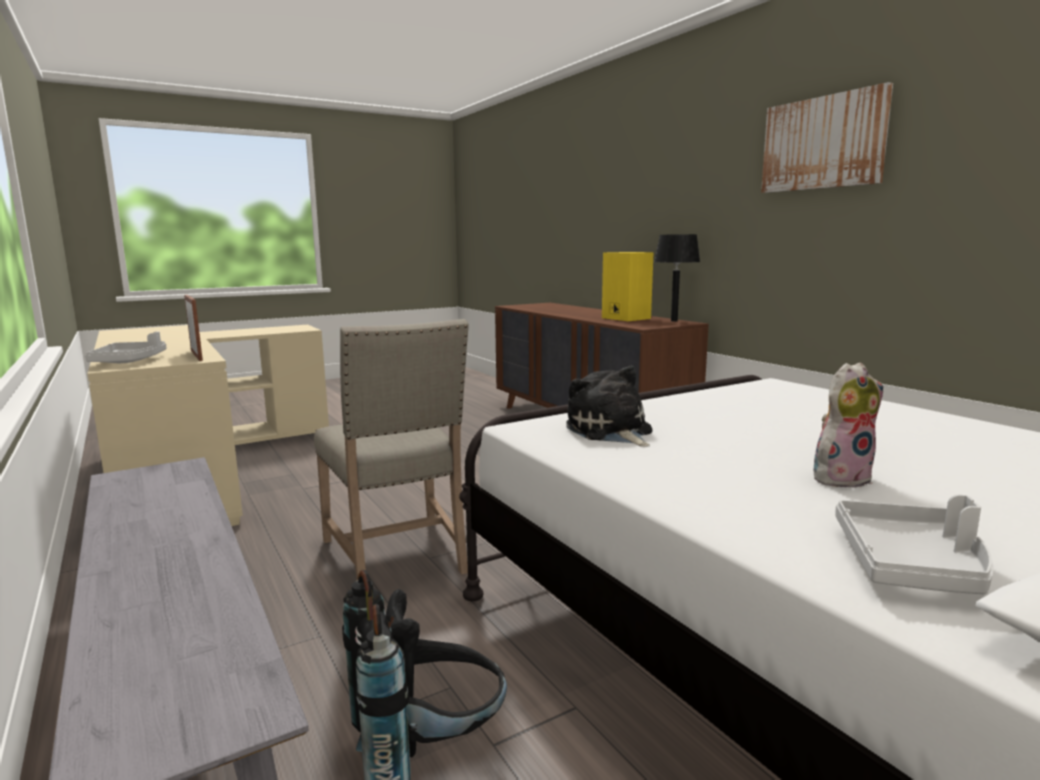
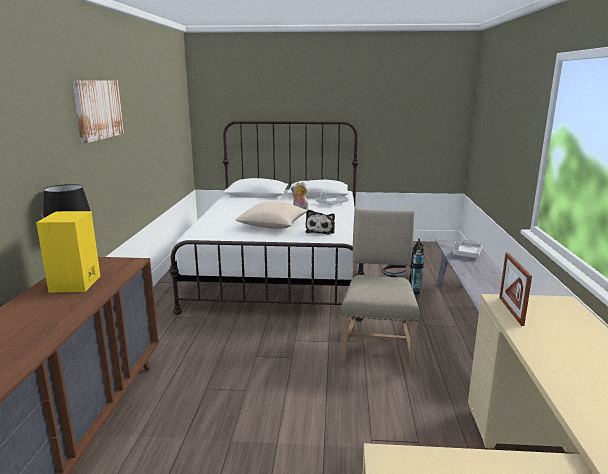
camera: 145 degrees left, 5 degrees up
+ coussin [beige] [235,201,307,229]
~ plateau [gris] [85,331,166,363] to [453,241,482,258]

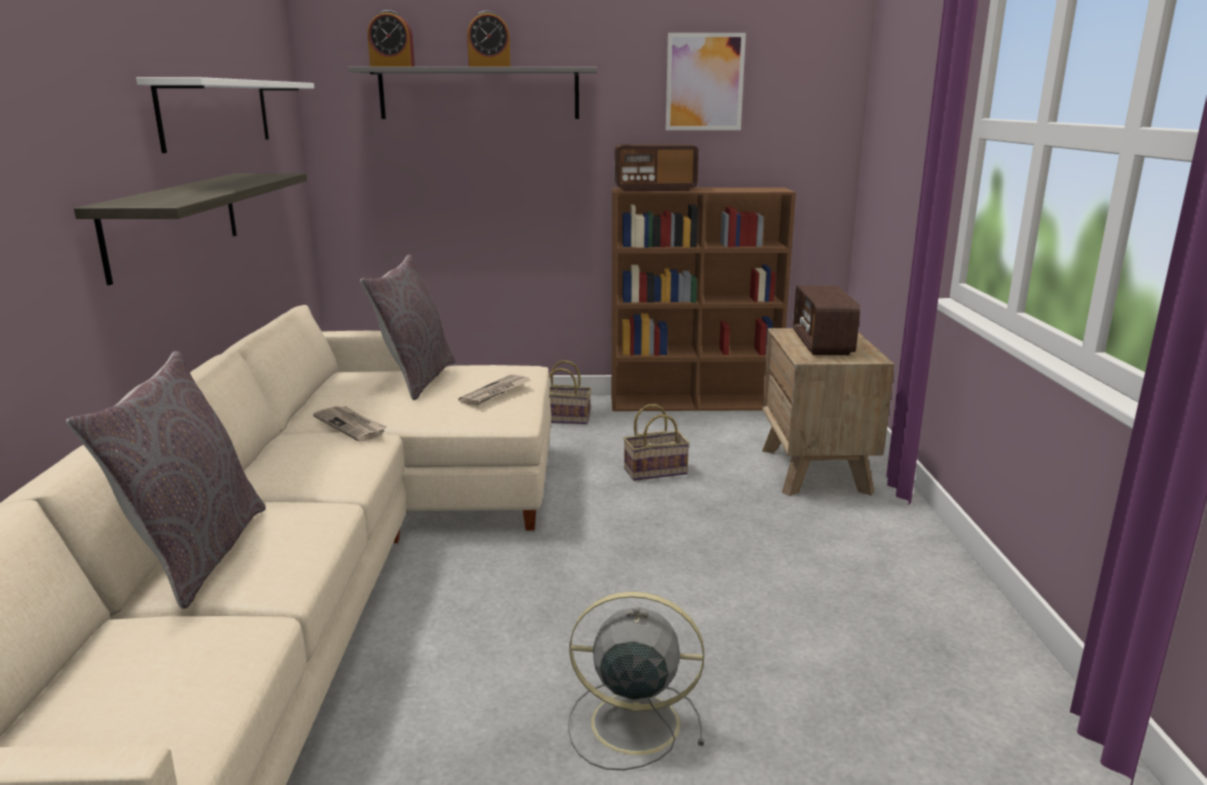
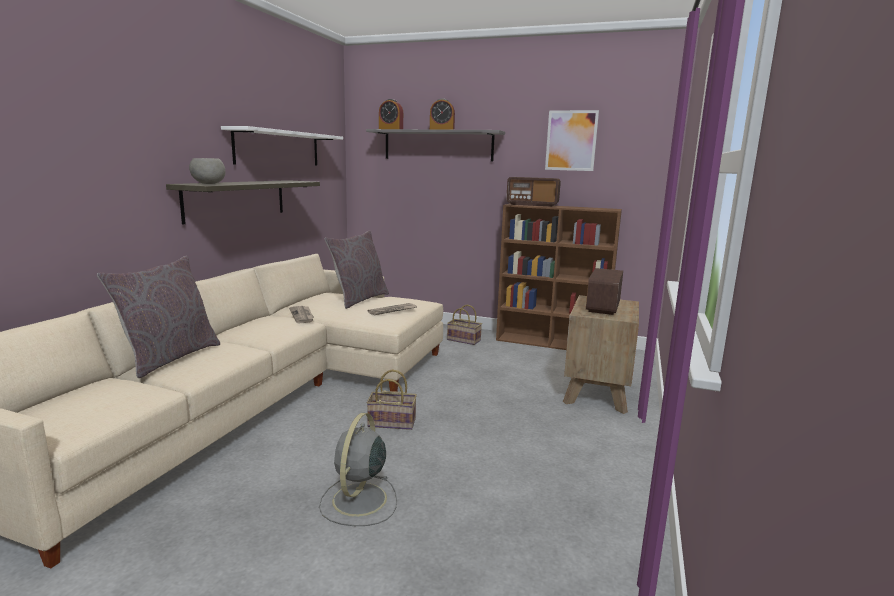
camera: 20 degrees right, 5 degrees down
+ bol [gris] [189,158,226,184]
~ panier [623,404,690,481] to [366,369,417,430]
~ ventilateur [gris] [568,591,704,770] = [319,413,397,526] 105 degrees counterclockwise

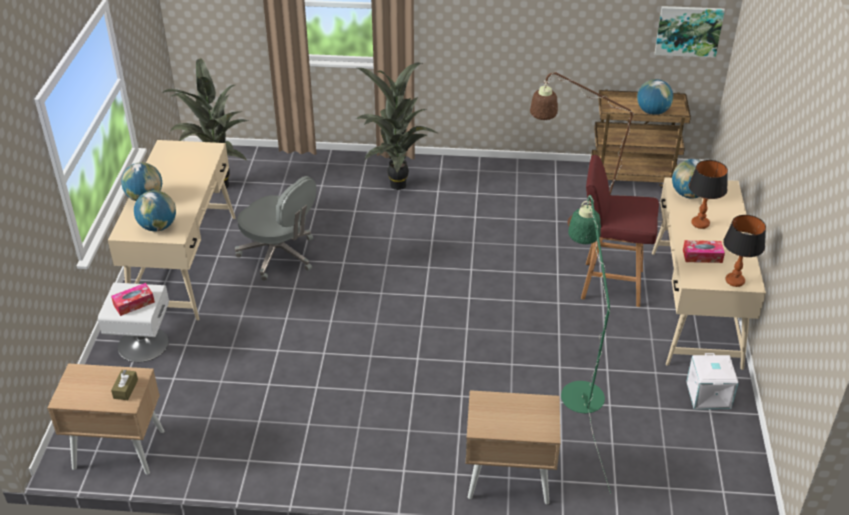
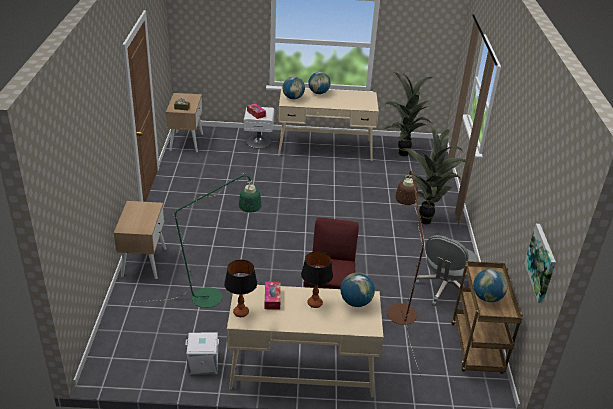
camera: 85 degrees right, 5 degrees down
~ chaise de bureau [gris] [235,176,316,281] to [415,235,479,306]

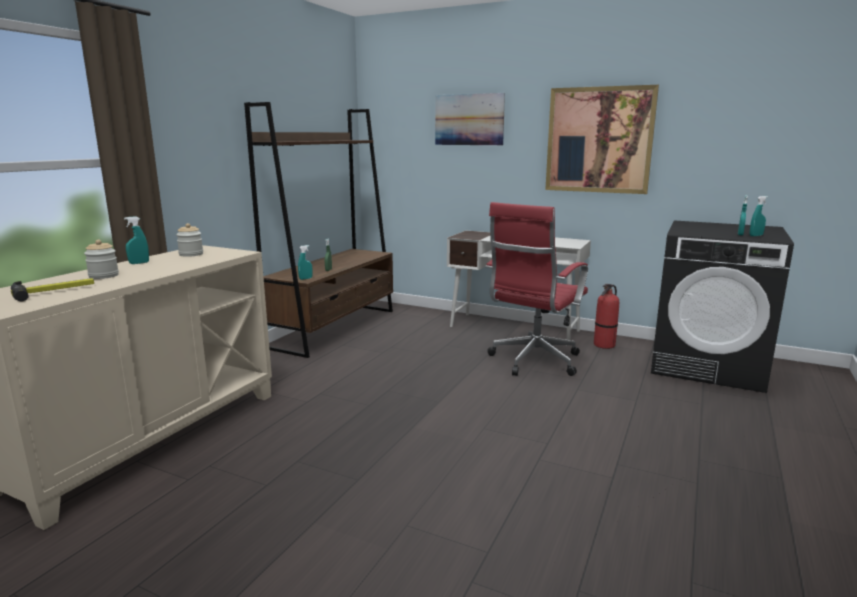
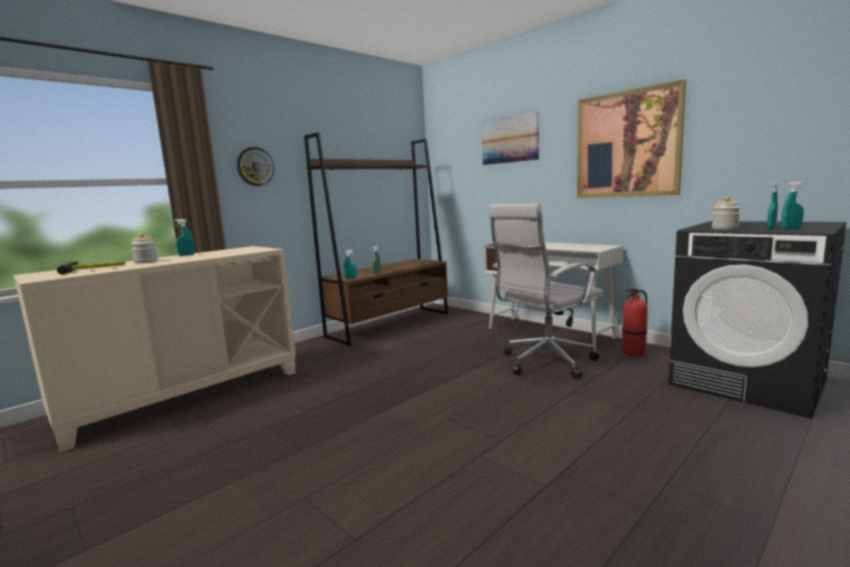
camera: 20 degrees right, 5 degrees down
+ horloge murale [236,147,274,186]
~ bocal [176,223,203,257] to [712,197,740,229]
~ chaise de bureau [rouge] [485,202,588,376] to chaise de bureau [blanc] [488,203,603,379]

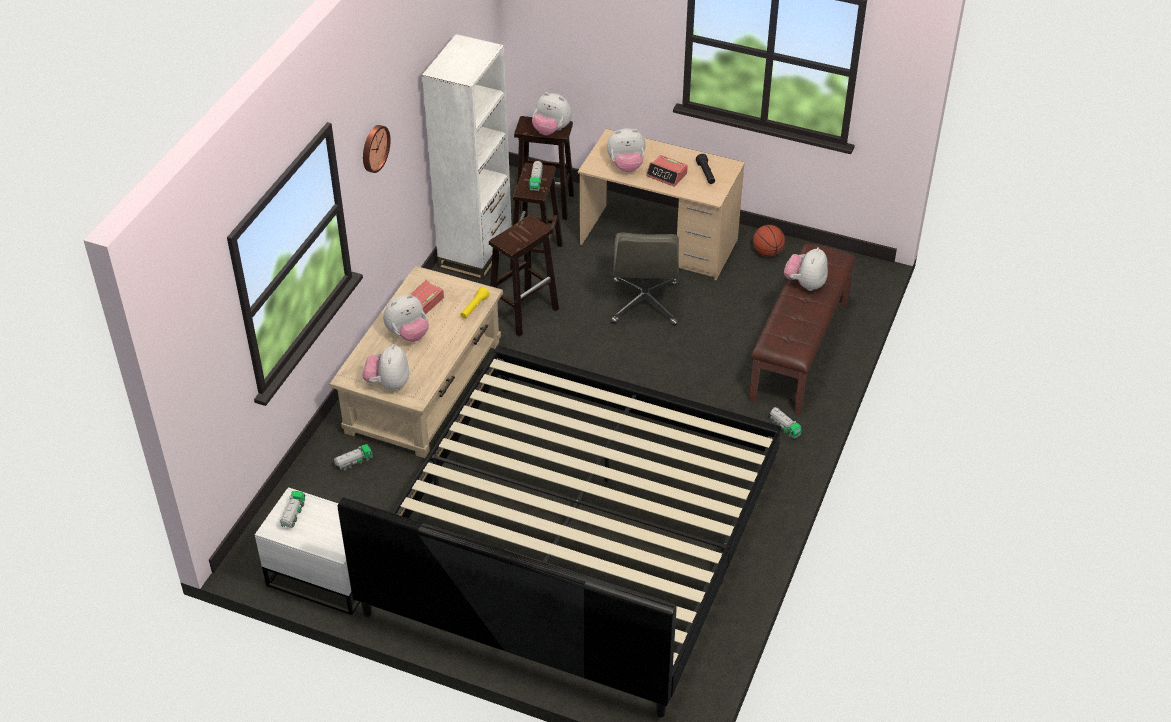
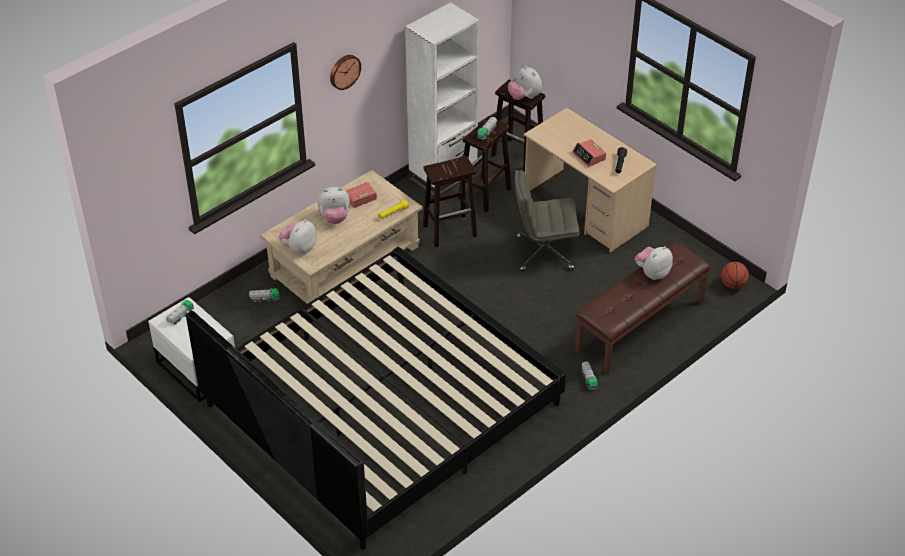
camera: 25 degrees right, 0 degrees up
- peluche [607,128,645,172]
~ ballon de basket [753,225,785,257] to [721,262,749,289]
~ chaise de bureau [gris] [611,233,679,326] = [515,170,580,272] 60 degrees clockwise

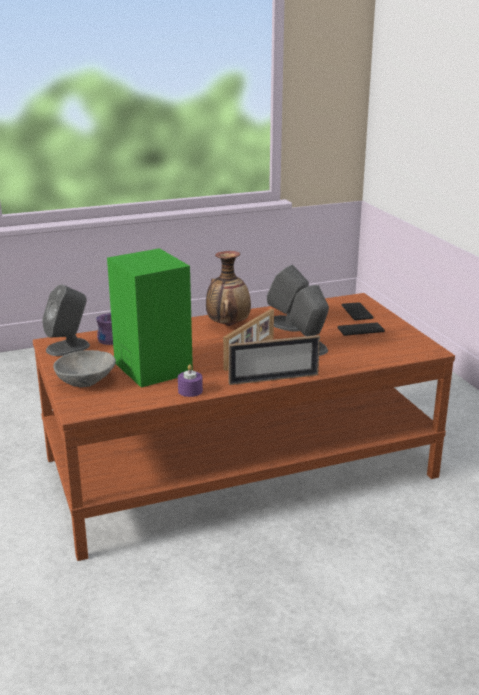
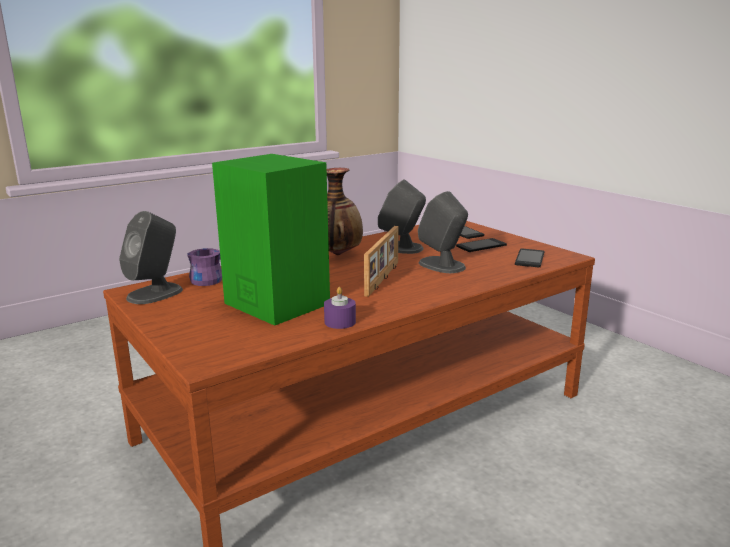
camera: 15 degrees left, 5 degrees down
- bol [gris] [53,350,116,387]
- cadre photo [228,335,320,385]
+ téléphone [515,249,544,267]

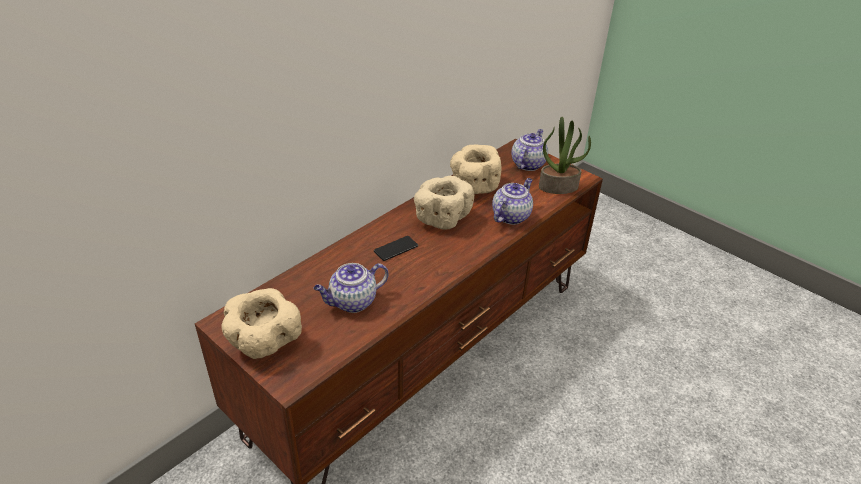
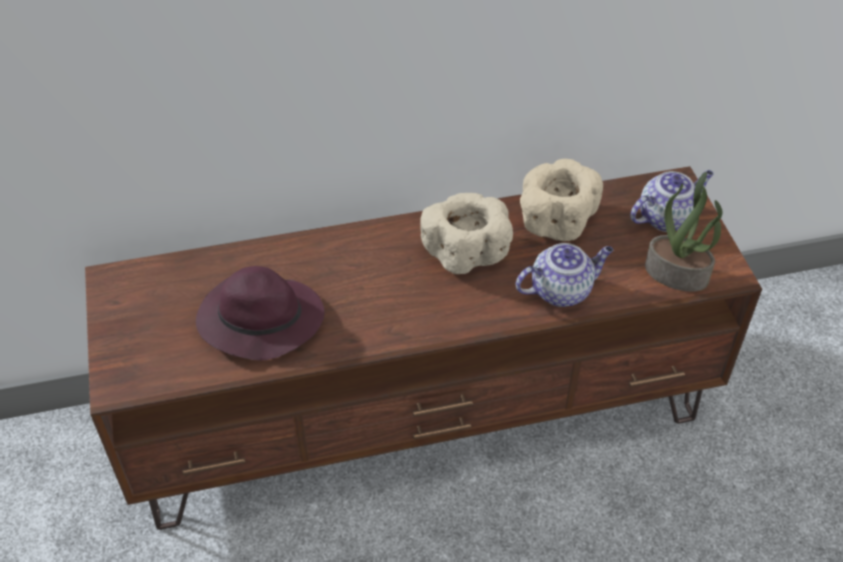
camera: 35 degrees right, 10 degrees up
- bol [beige] [221,288,302,359]
- téléphone [374,236,418,261]
~ théière [314,263,389,313] to chapeau [violet] [196,266,324,360]

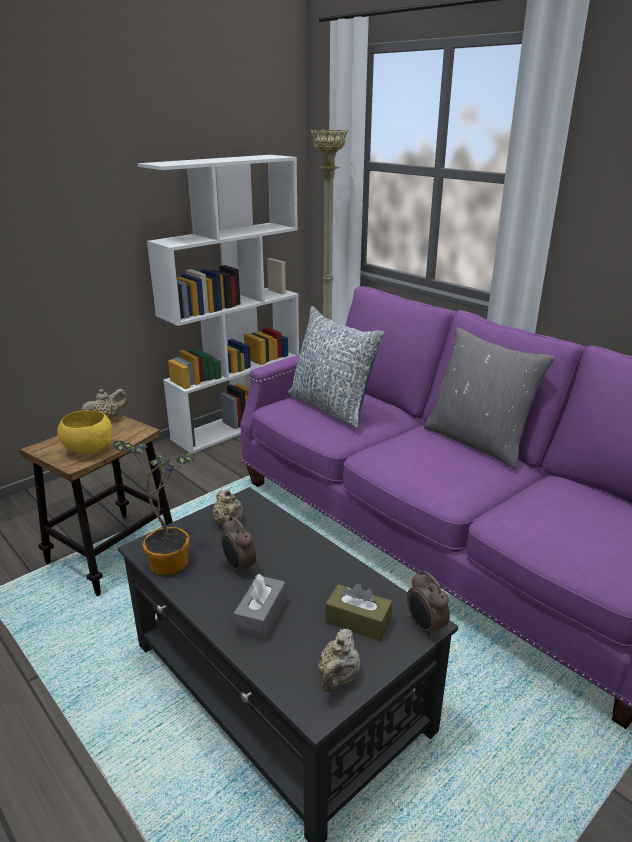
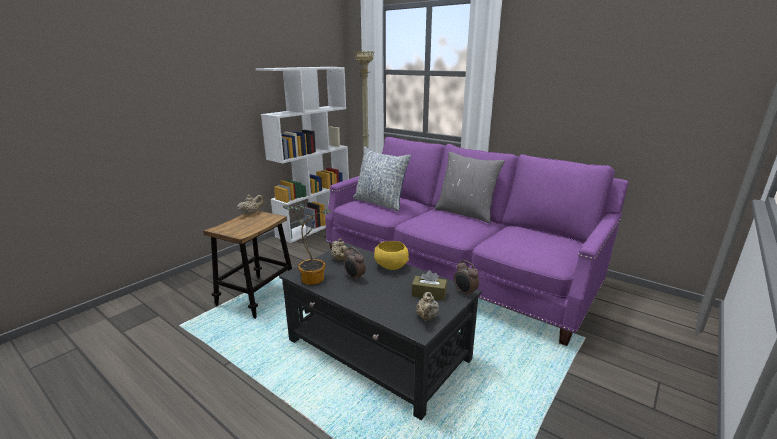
camera: 10 degrees left, 5 degrees down
- boîte à mouchoirs [gris] [234,574,286,640]
~ bol [jaune] [57,410,113,454] to [374,241,409,270]

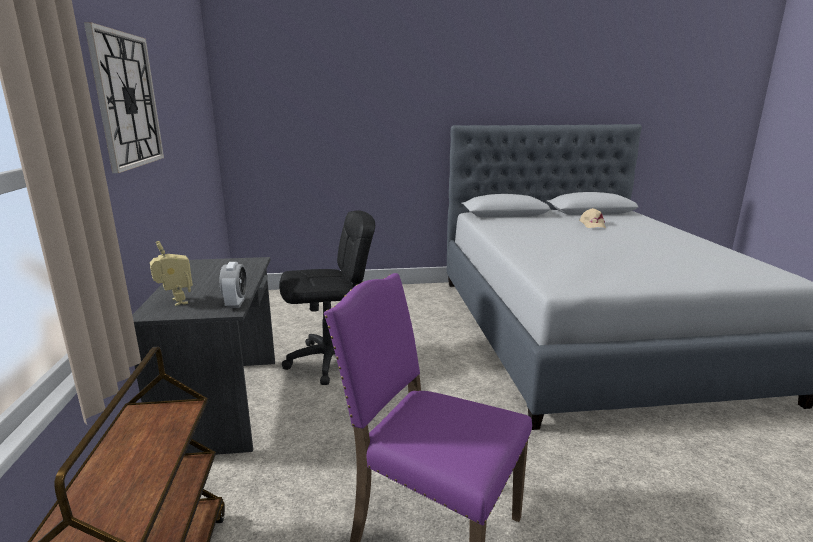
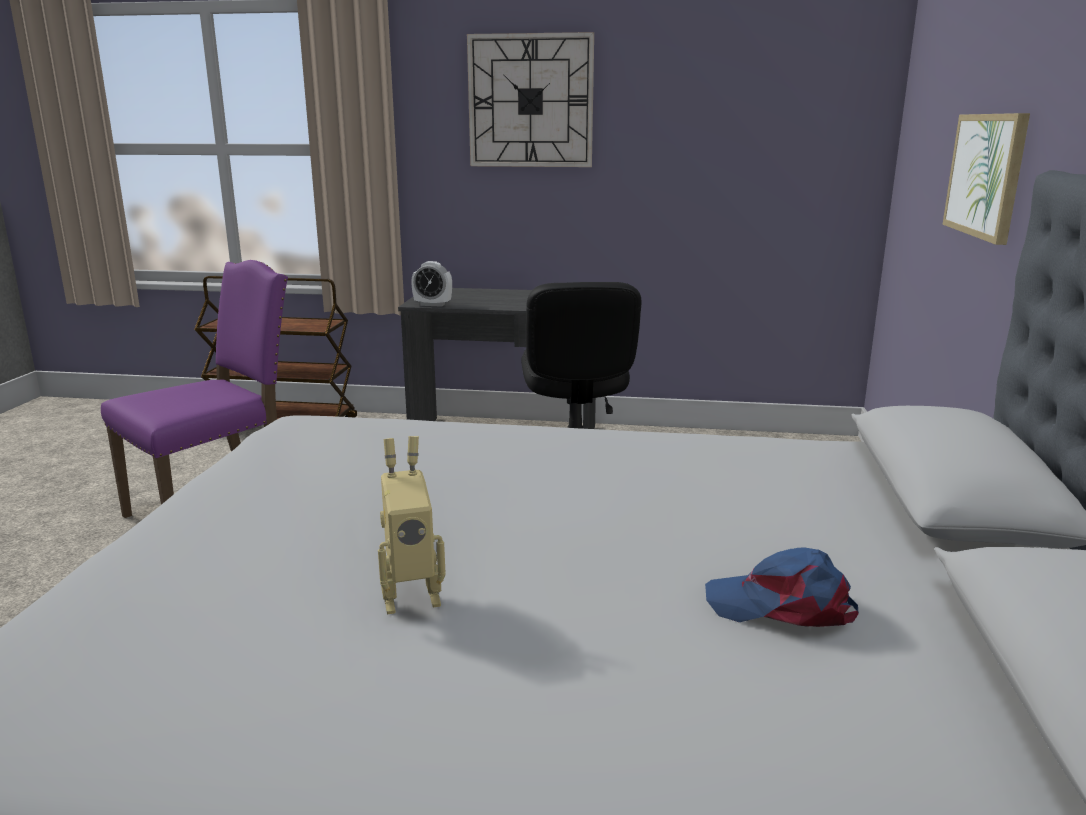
camera: 105 degrees right, 0 degrees up
+ tableau [942,113,1030,245]
~ robot jouet [150,241,193,306] to [378,436,446,614]
~ casquette [beige] [579,208,606,228] to casquette [bleu] [705,547,859,627]

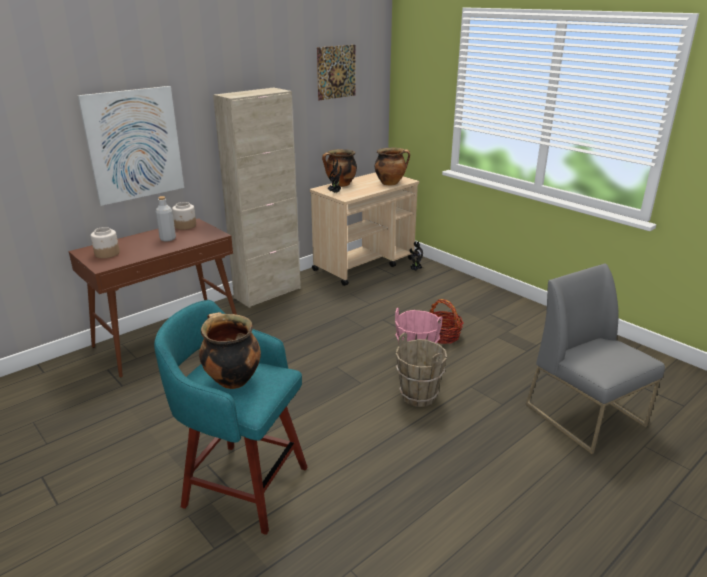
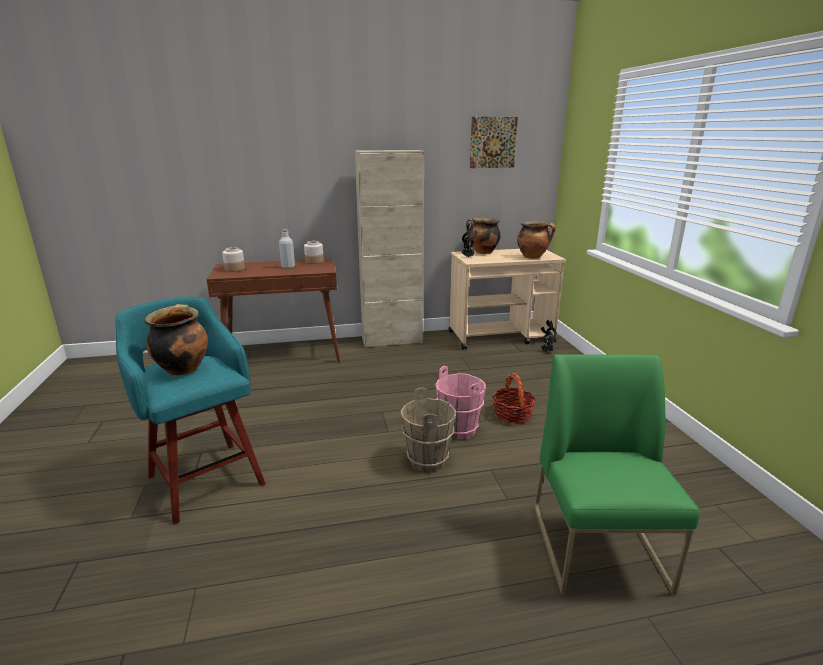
camera: 30 degrees right, 5 degrees down
- tableau [78,86,184,206]
~ chaise [gris] [526,263,665,454] to chaise [vert] [534,354,700,595]

